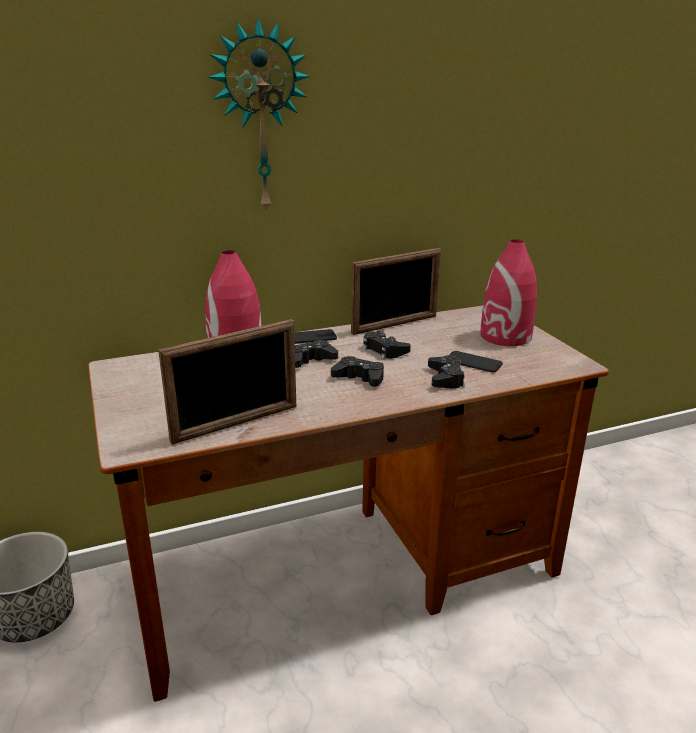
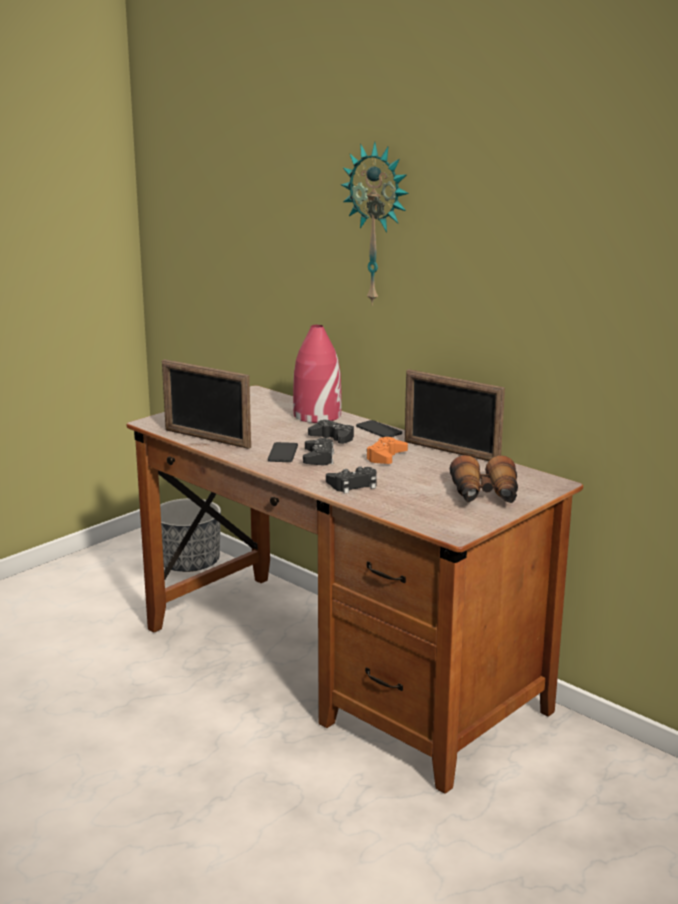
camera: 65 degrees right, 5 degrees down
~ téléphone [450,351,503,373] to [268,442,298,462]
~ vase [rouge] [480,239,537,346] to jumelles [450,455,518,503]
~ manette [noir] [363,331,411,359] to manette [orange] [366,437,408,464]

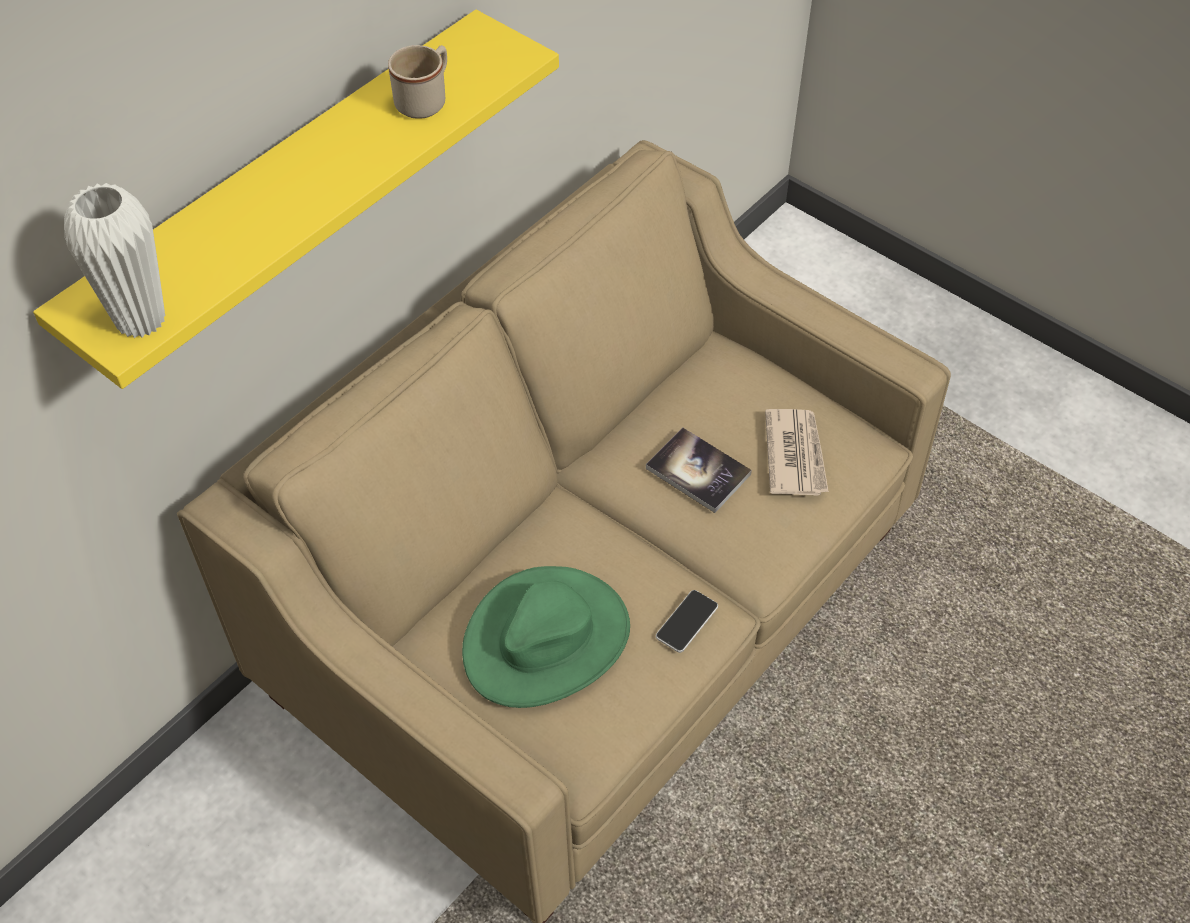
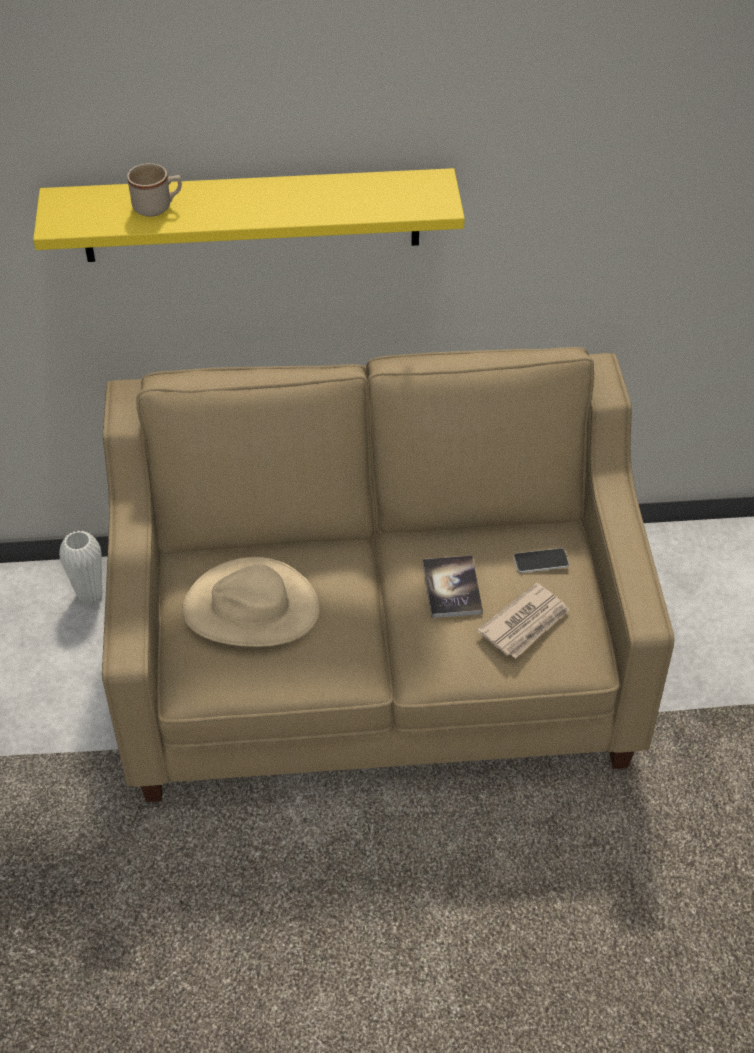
camera: 45 degrees right, 5 degrees down
~ vase [blanc] [64,183,165,338] to [59,530,102,603]
~ mug [beige] [388,45,447,119] to [127,163,182,217]
~ téléphone [656,590,718,653] to [513,548,569,573]
~ chapeau [vert] [462,566,630,708] to chapeau [beige] [183,557,320,647]

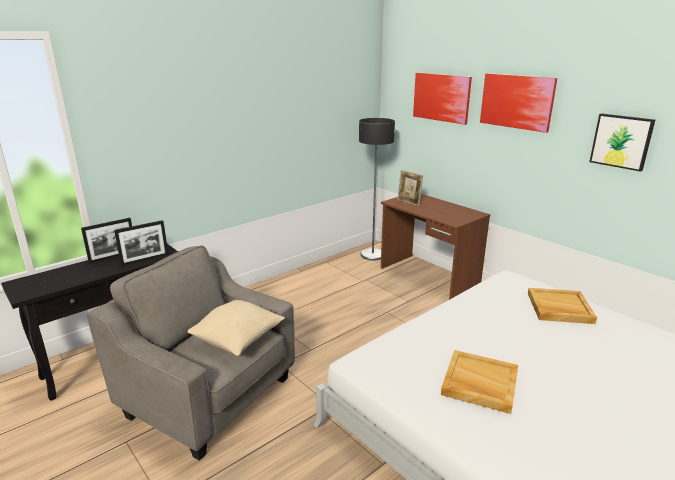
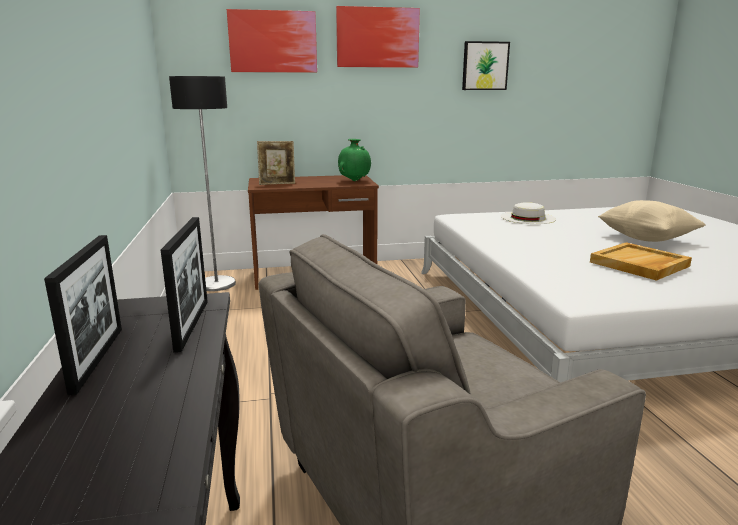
camera: 60 degrees left, 5 degrees down
+ vase [vert] [338,139,371,181]
~ coussin [beige] [187,300,285,356] to [598,200,706,242]
~ plateau [beige] [528,288,597,324] to chapeau [blanc] [501,202,556,224]

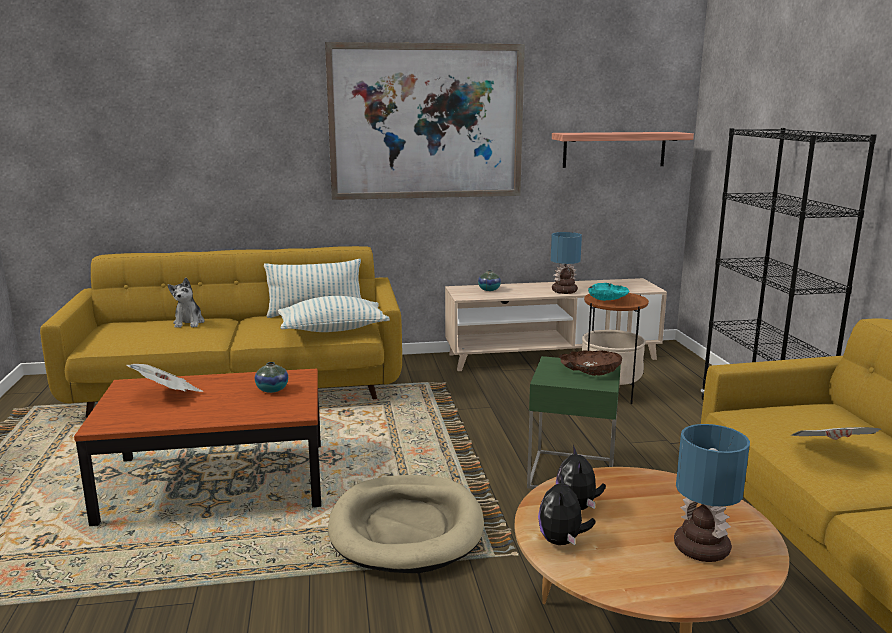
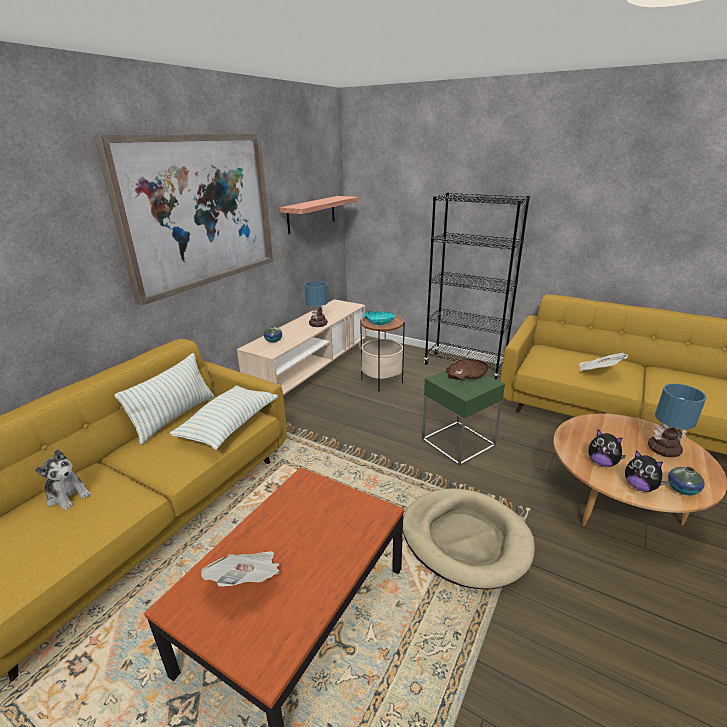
camera: 50 degrees left, 10 degrees up
~ vase [255,362,288,393] to [668,467,705,496]

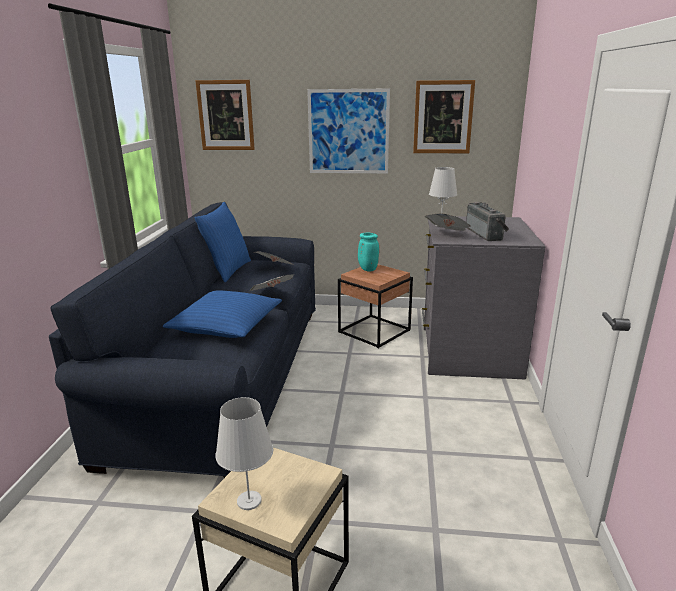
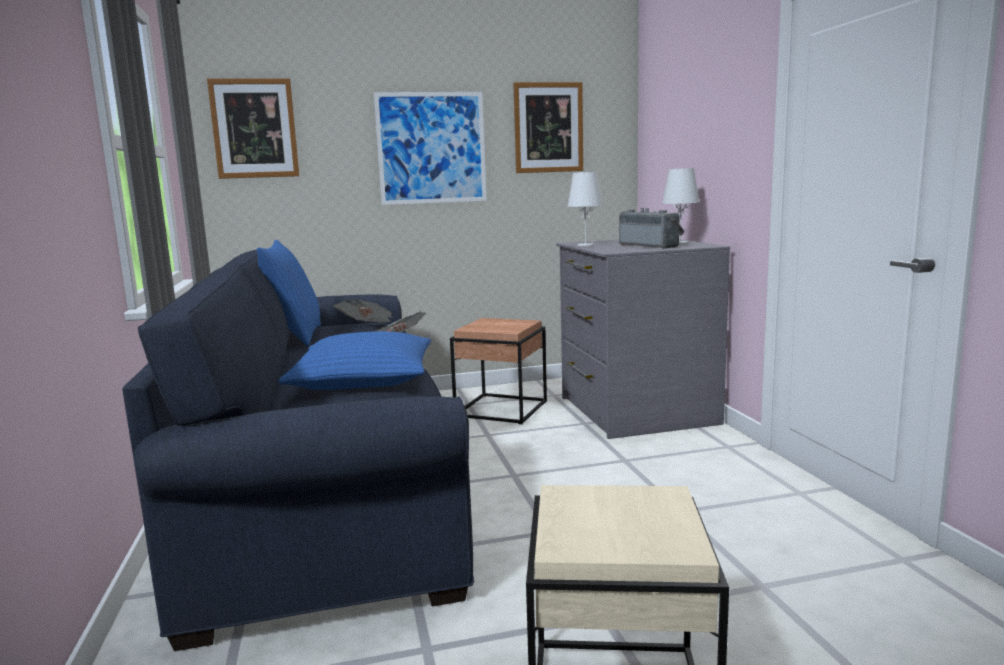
camera: 20 degrees left, 10 degrees down
- vase [turquoise] [358,233,379,271]
- journal [424,214,470,231]
~ lampe de table [blanc] [215,397,273,510] to [662,168,700,244]

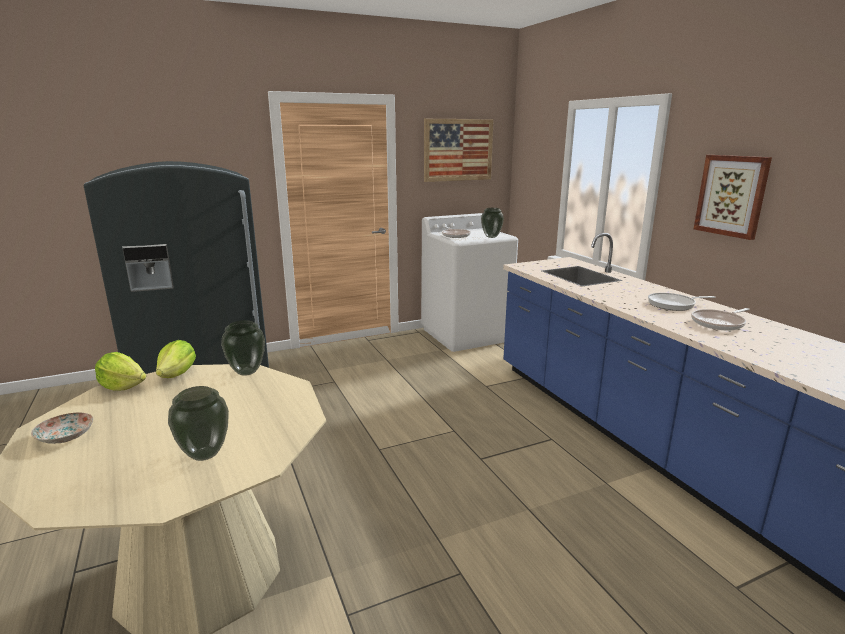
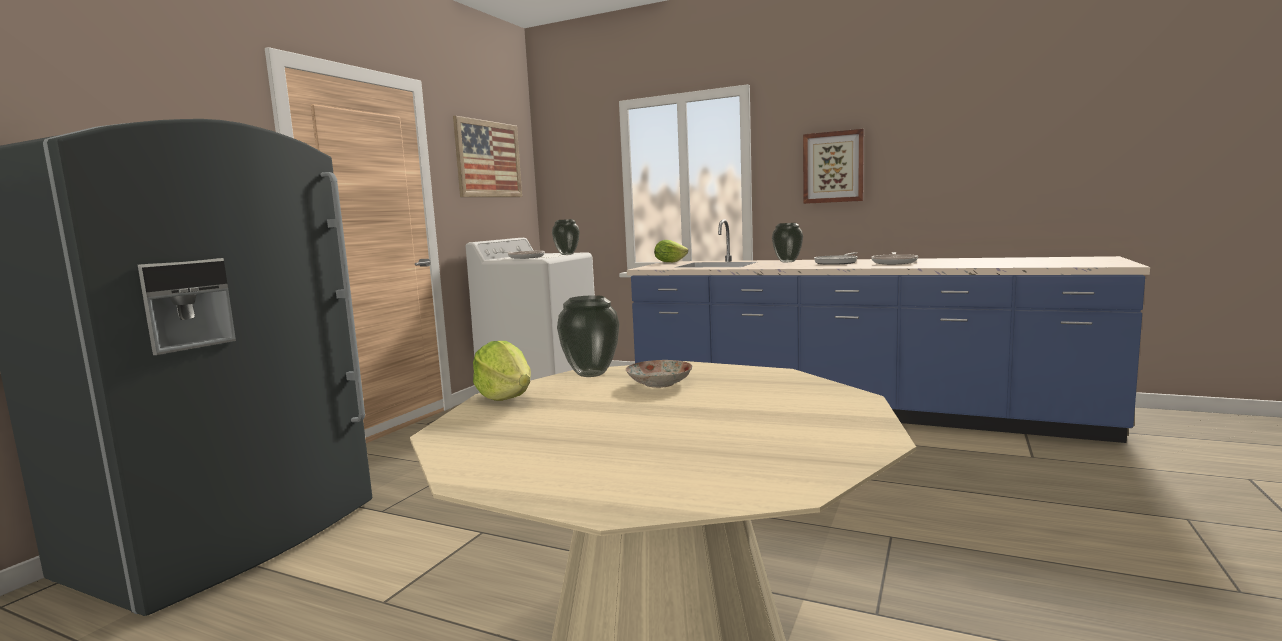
camera: 40 degrees left, 10 degrees down
~ assiette [31,413,93,444] to [626,360,693,388]
~ laitue [95,352,146,391] to [654,240,688,263]
~ vase [168,386,229,461] to [772,223,803,262]

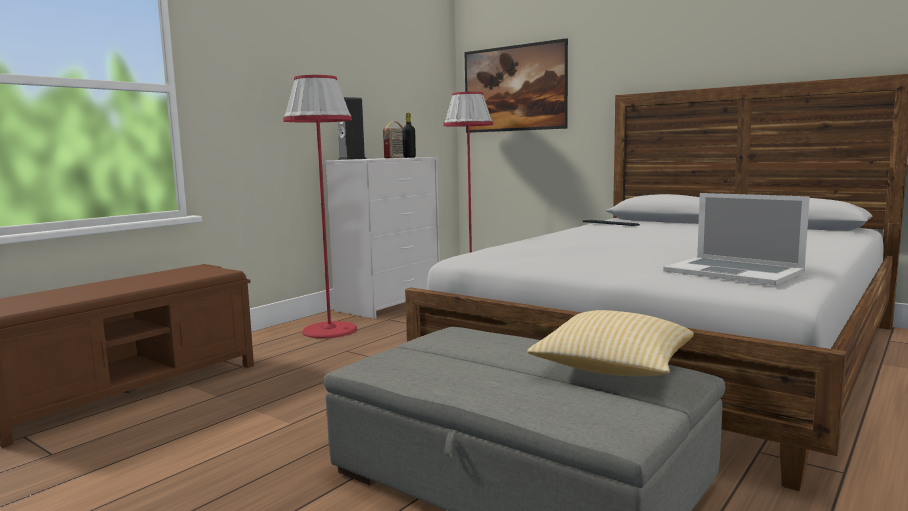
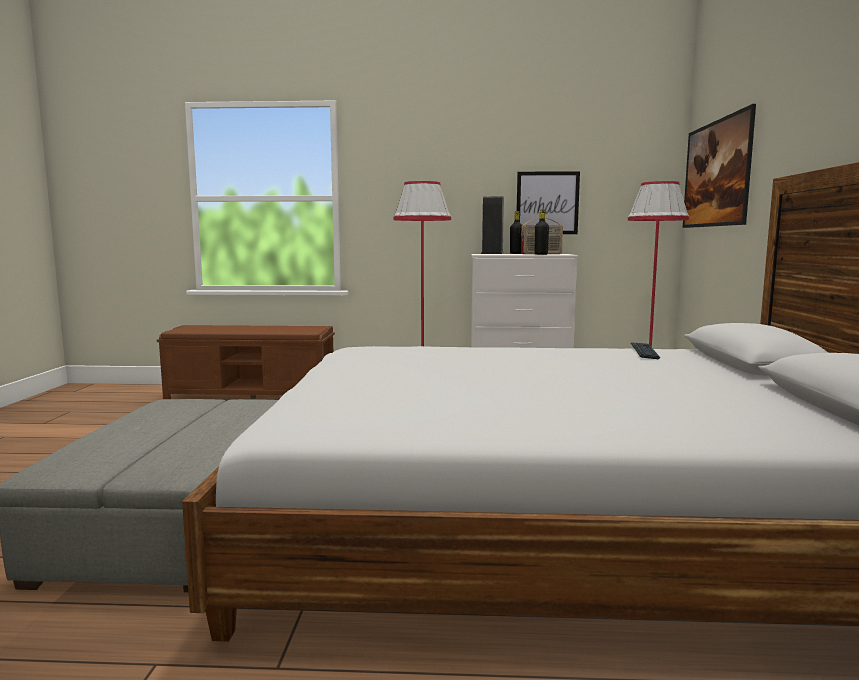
camera: 55 degrees right, 0 degrees up
- coussin [527,310,694,376]
- ordinateur portable [663,193,810,285]
+ bouteille [noir] [510,211,522,254]
+ tableau [517,171,580,234]

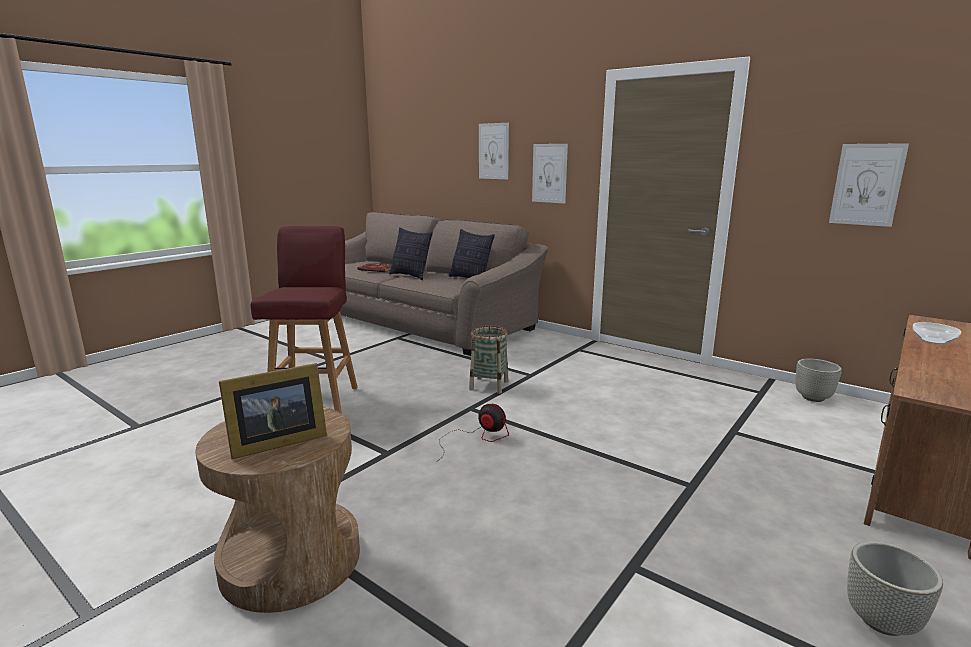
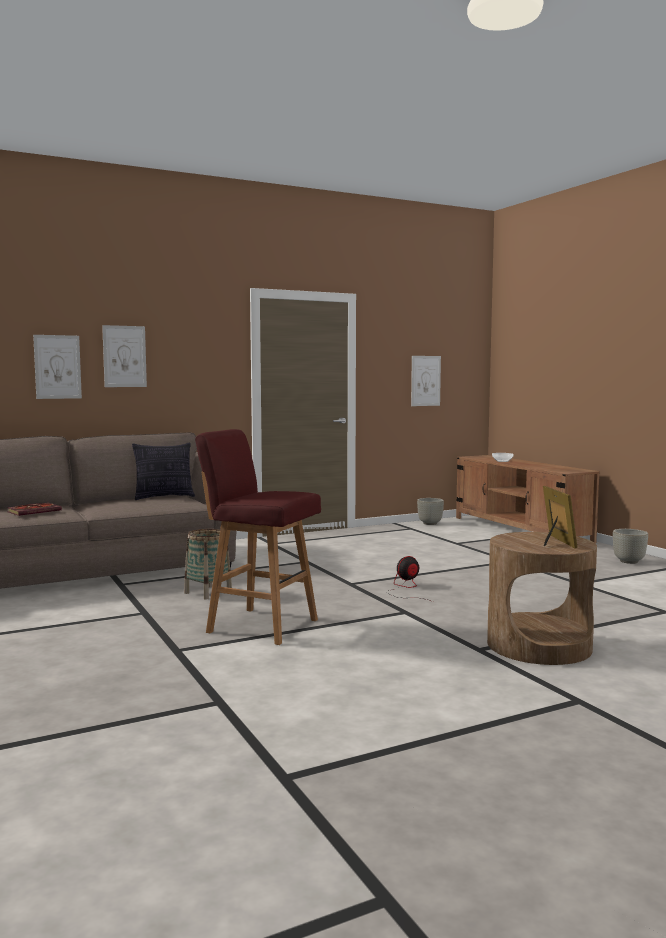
camera: 65 degrees left, 10 degrees down
- coussin [389,227,433,280]
~ panier [469,325,509,394] to [184,529,232,599]
~ tableau [532,144,568,203] to [33,335,82,399]

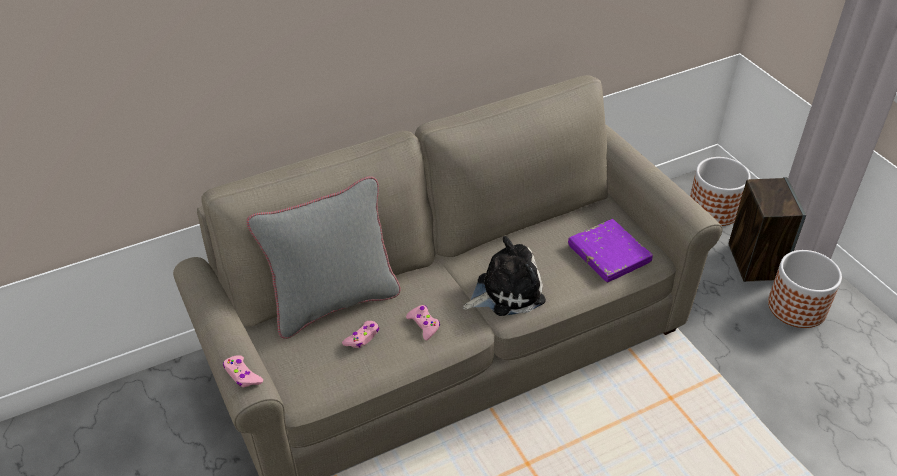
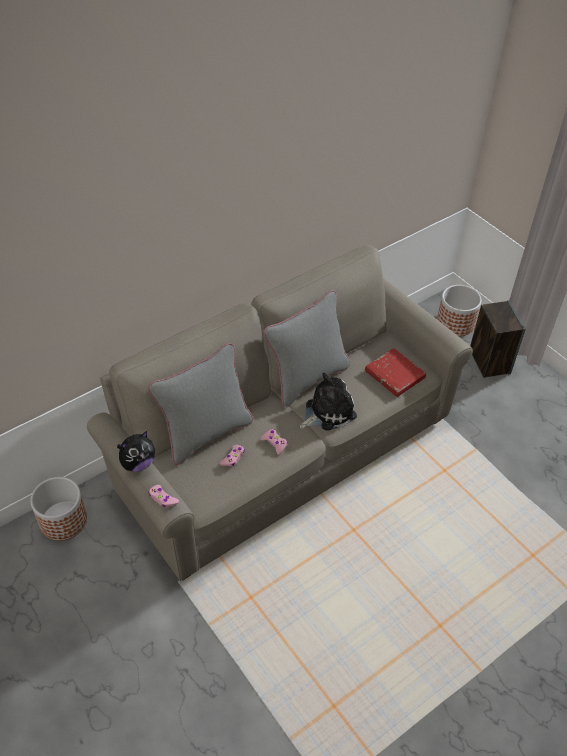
camera: 10 degrees left, 5 degrees up
+ peluche [117,431,155,472]
+ coussin [gris] [264,290,350,407]
~ cache-pot [768,250,842,328] to [30,477,87,541]
~ livre [violet] [568,219,653,283] to livre [rouge] [365,348,426,397]

